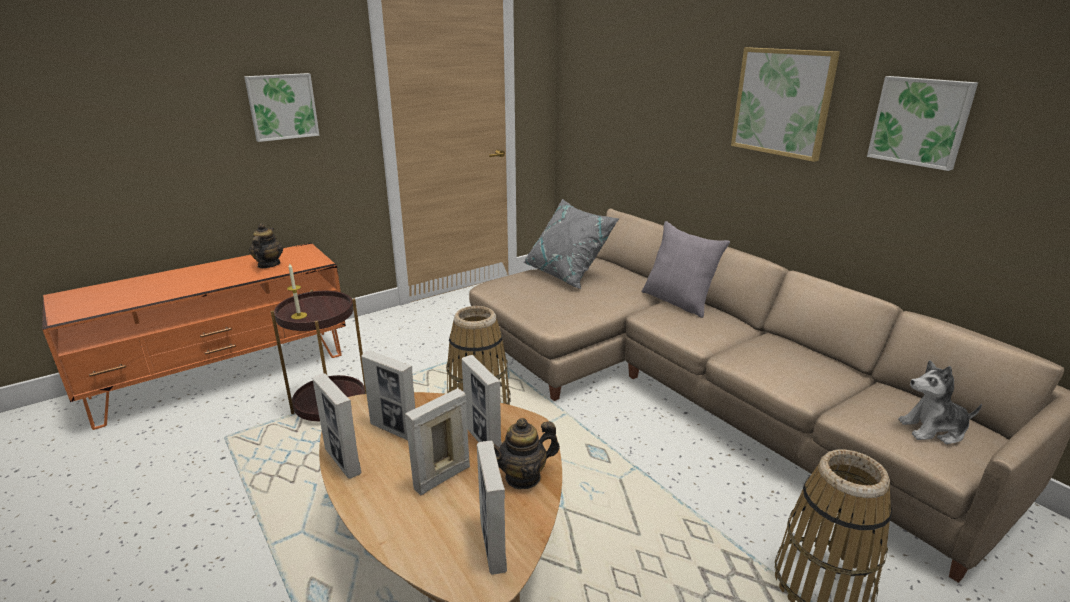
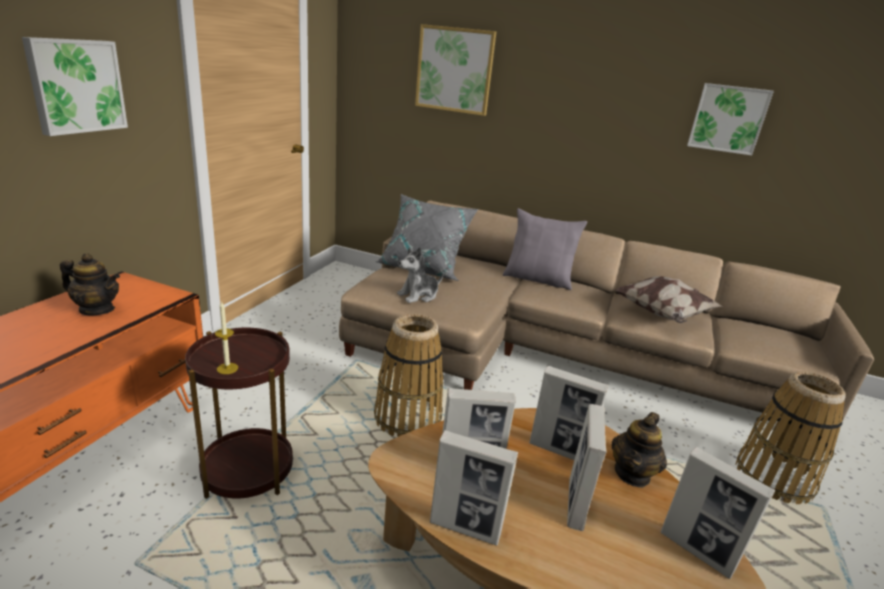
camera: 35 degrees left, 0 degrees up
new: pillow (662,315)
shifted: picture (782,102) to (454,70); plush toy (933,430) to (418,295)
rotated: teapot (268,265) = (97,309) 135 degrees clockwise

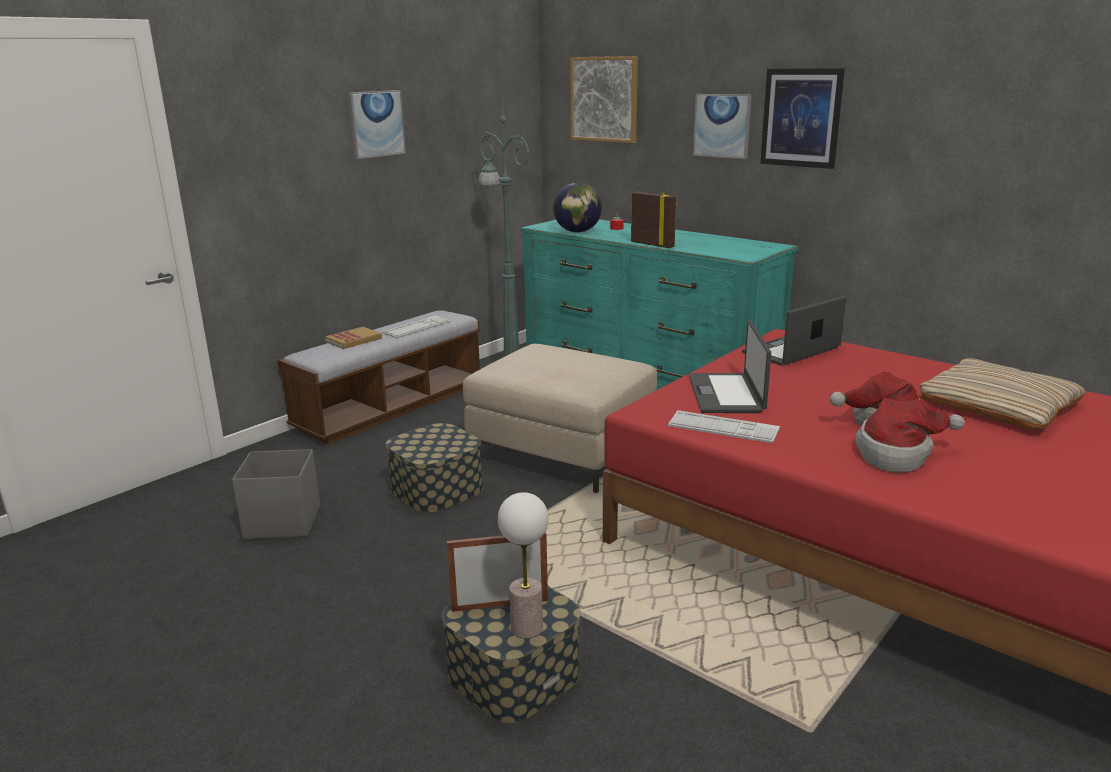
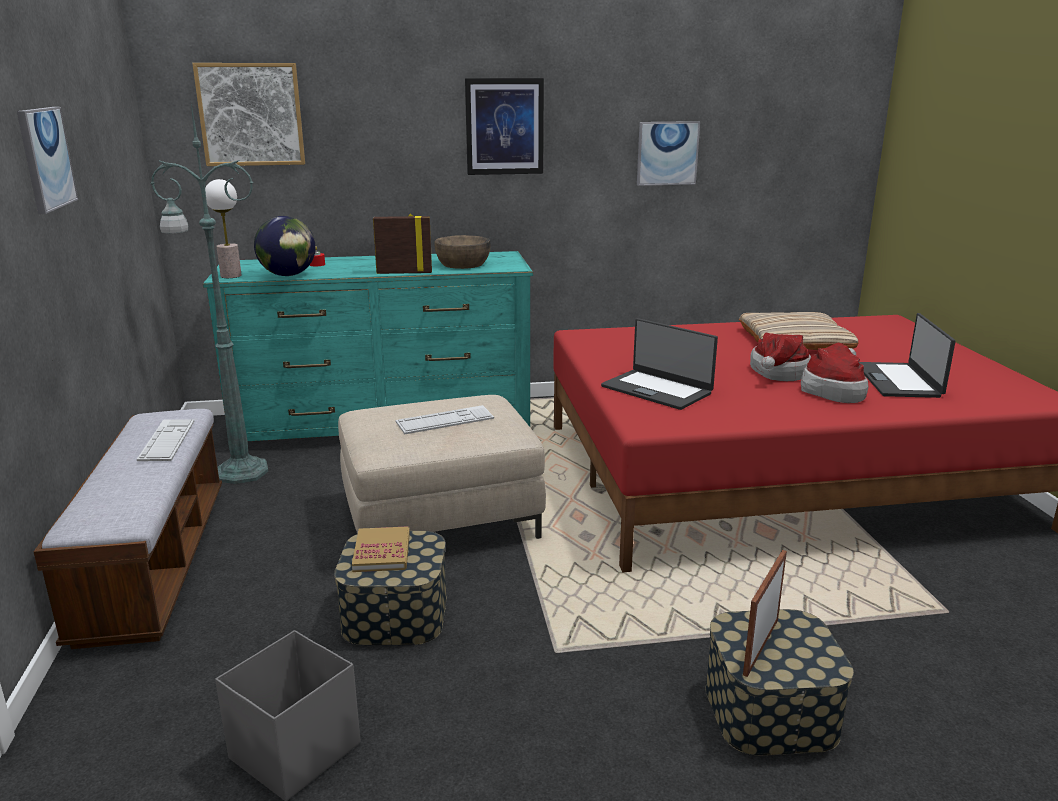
camera: 50 degrees left, 0 degrees up
new: bowl/brown (463,264)
shifted: book (354,340) to (382,552); table lamp (526,628) to (230,276); keyboard (723,428) to (445,421); picture (722,126) to (667,153); laptop (792,351) to (899,381)

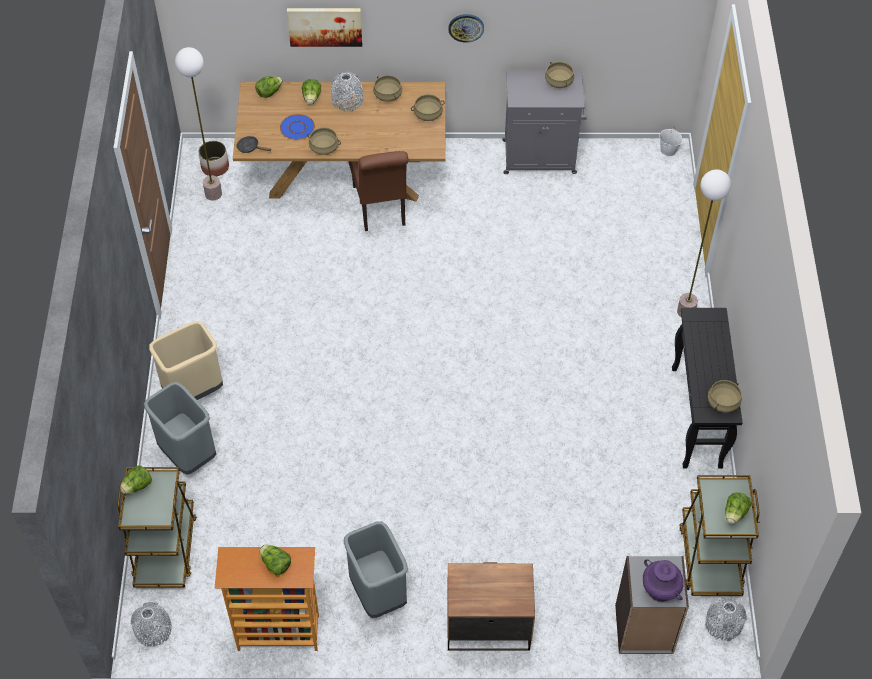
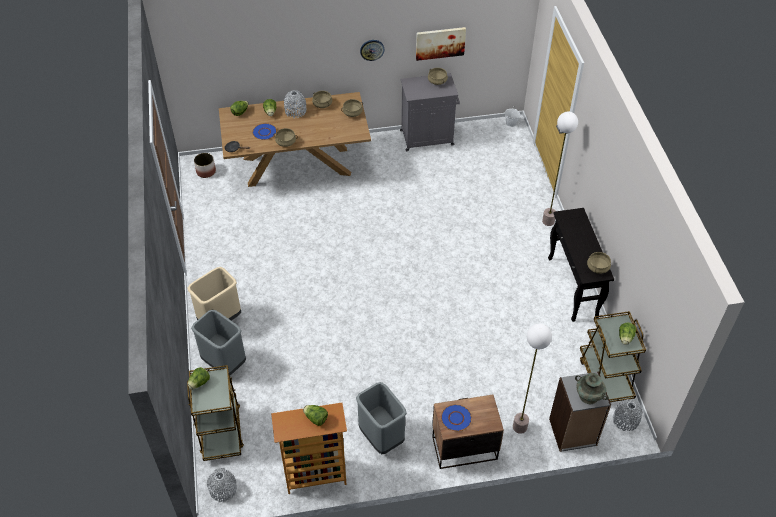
camera: 10 degrees left, 5 degrees down
gone: chair/brown (380,208)
new: plate/blue (456,418)
shifted: floor lamp (213,193) to (519,426); picture (325,26) to (440,43)
repainted: vase/purple (660,589) to vase/turquoise (589,396)

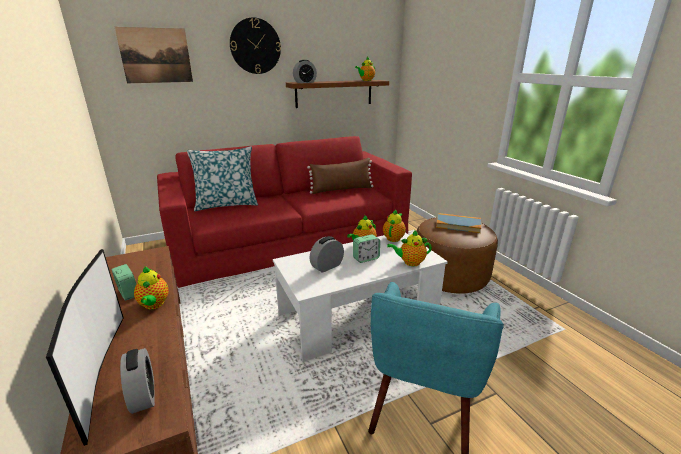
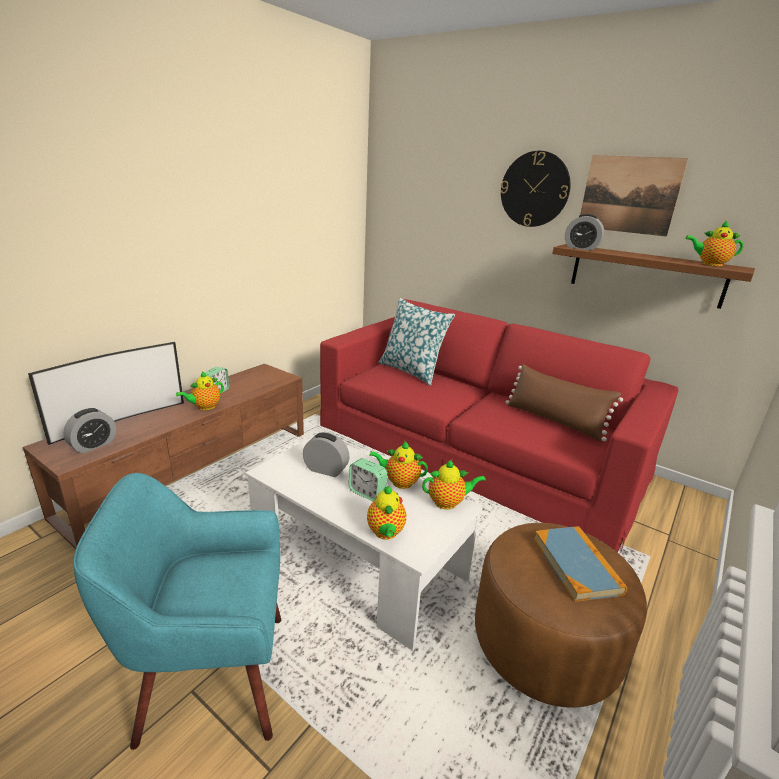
camera: 60 degrees right, 0 degrees up
shifted: picture (156,55) to (629,195)
rotated: teapot (410,262) = (385,533) 150 degrees counterclockwise

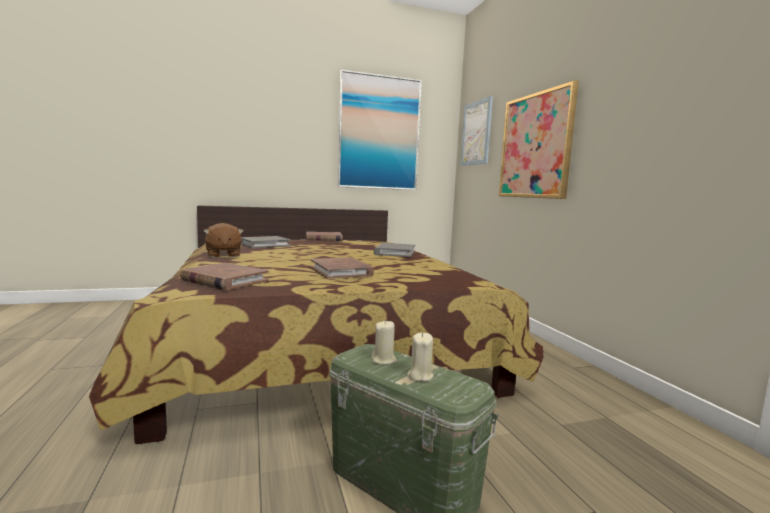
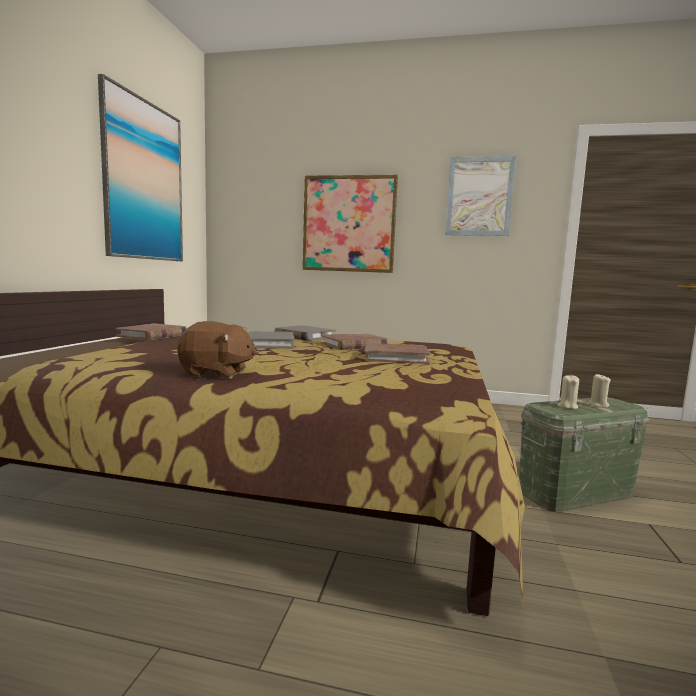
camera: 60 degrees left, 0 degrees up
shifted: book/brown (224,280) to (354,345); book/grey (265,244) to (270,343); picture (476,133) to (479,196)

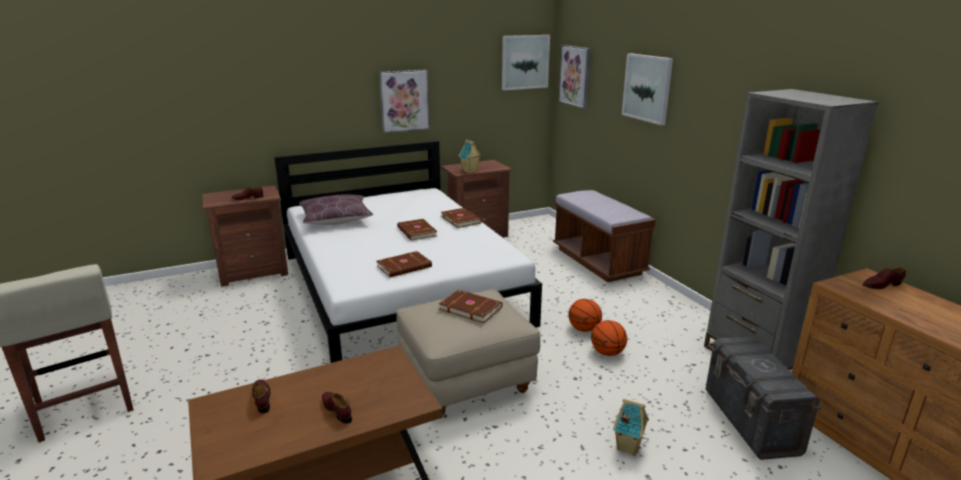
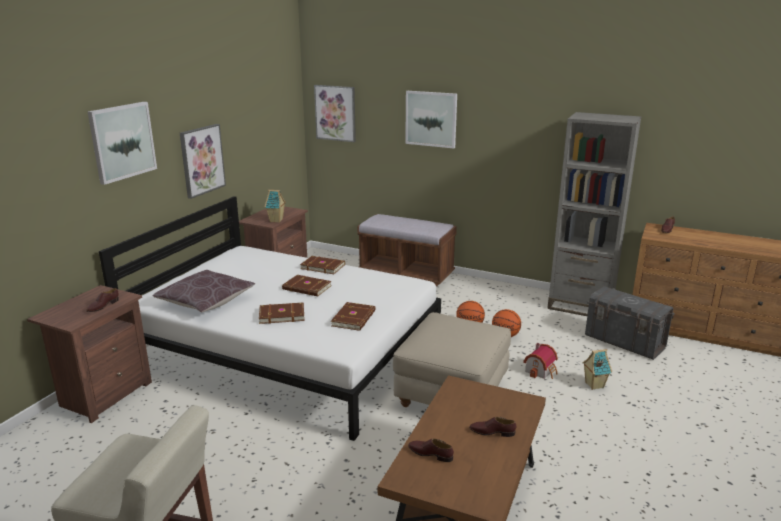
camera: 40 degrees left, 0 degrees up
new: toy house (541,371)
shifted: book/brown (470,308) to (281,315); picture (525,62) to (122,141)

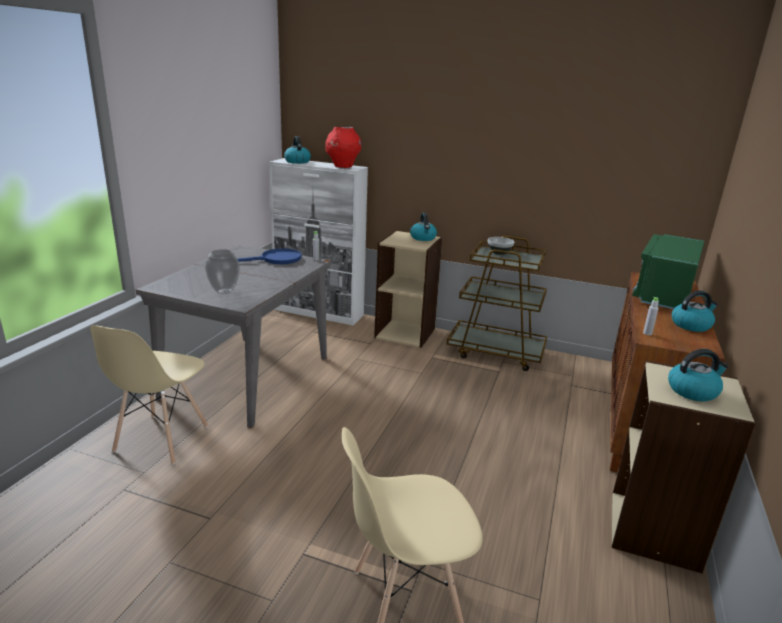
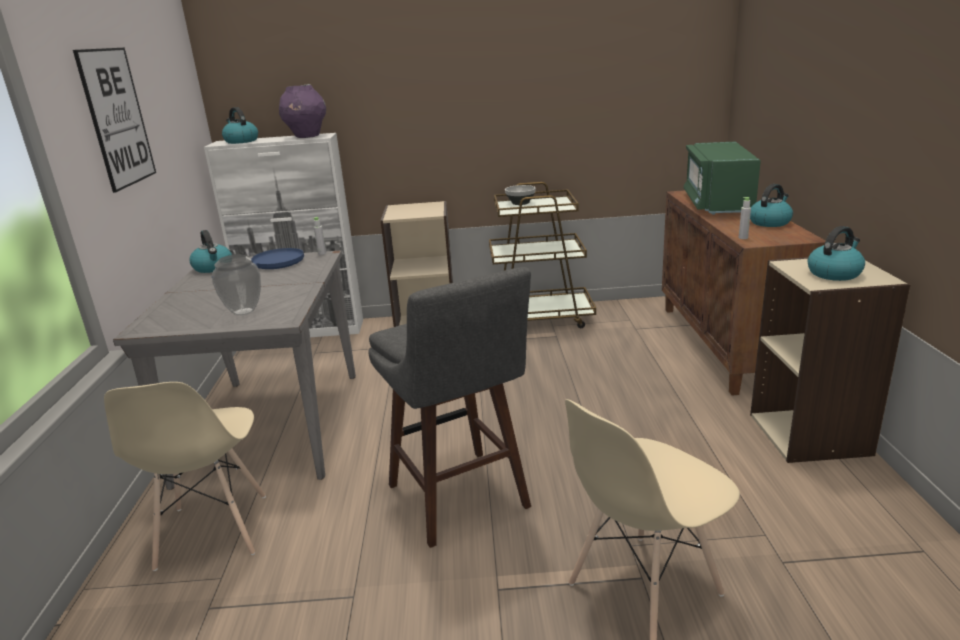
camera: 20 degrees left, 0 degrees up
new: picture (117,118); stool/grey (461,500)
shifted: kettle (423,238) to (213,267)
repainted: vase/red (342,166) to vase/purple (306,136)

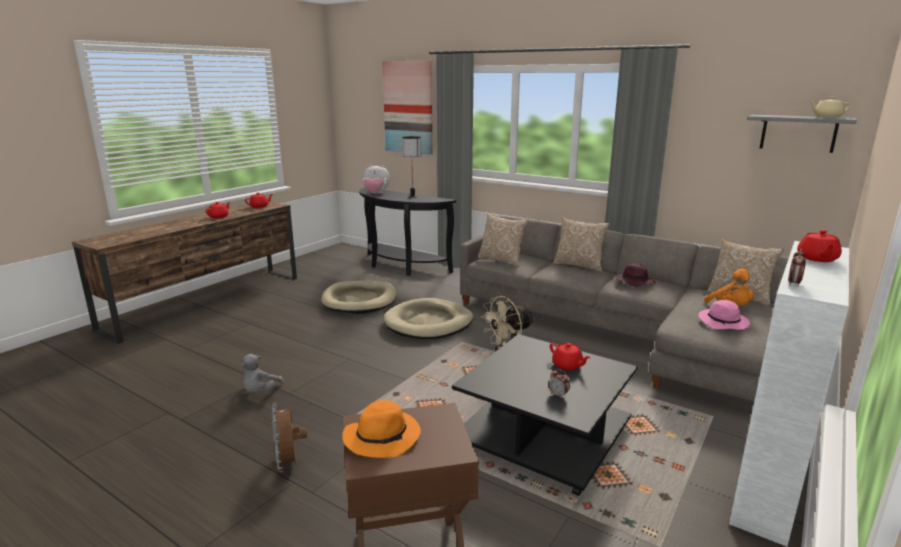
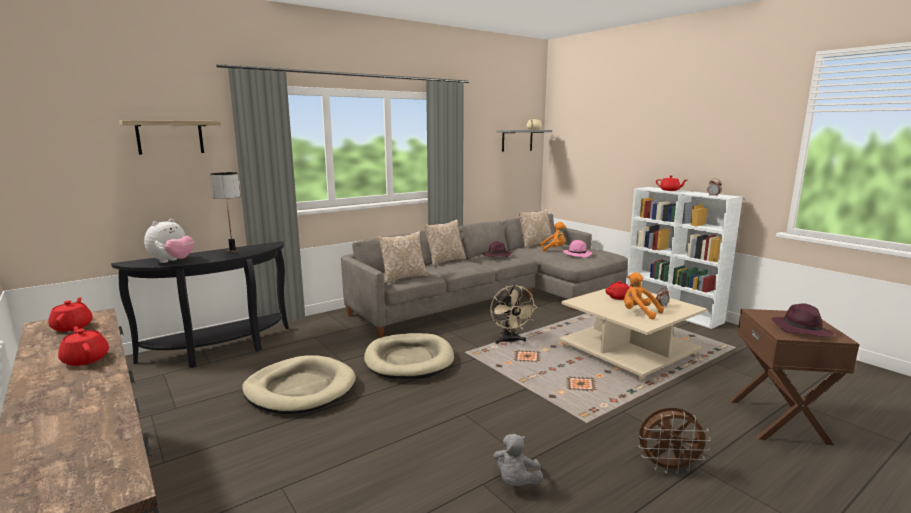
camera: 70 degrees left, 5 degrees down
new: plush toy/orange (638,313)
swapped: picture (408,107) to shelf (170,137)
repainted: hat/orange (383,437) to hat/purple (800,330); coffee table/black (545,436) to coffee table/beige (628,351)
rotated: plush toy/grey (260,392) = (516,482) 75 degrees clockwise

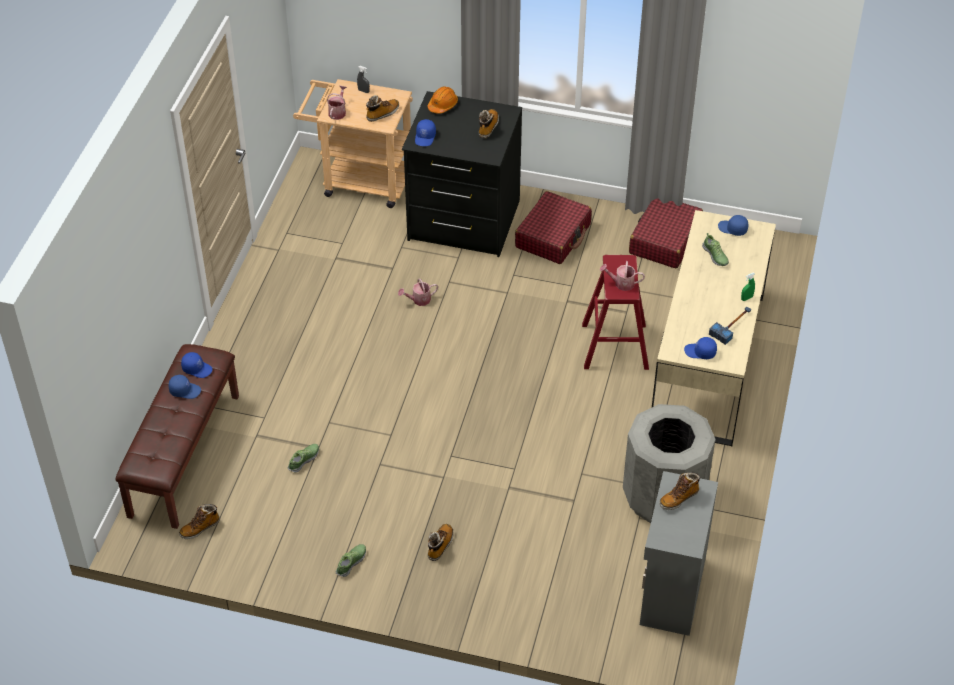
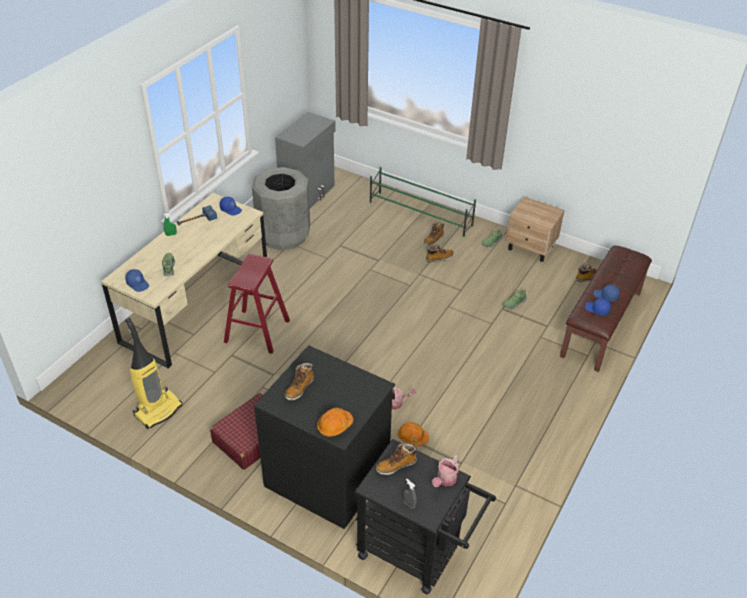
camera: 165 degrees left, 5 degrees down
gone: cap/blue (425,137); watering can (621,283)
new: shoe rack/green (420,214); hard hat/orange (412,437); nightstand/beige (531,248)
shifted: boot (679,498) to (439,258)
swapped: suitcase/red (664,240) to vacuum cleaner (158,410)
repainted: cart/beige (359,180) to cart/black (417,553)

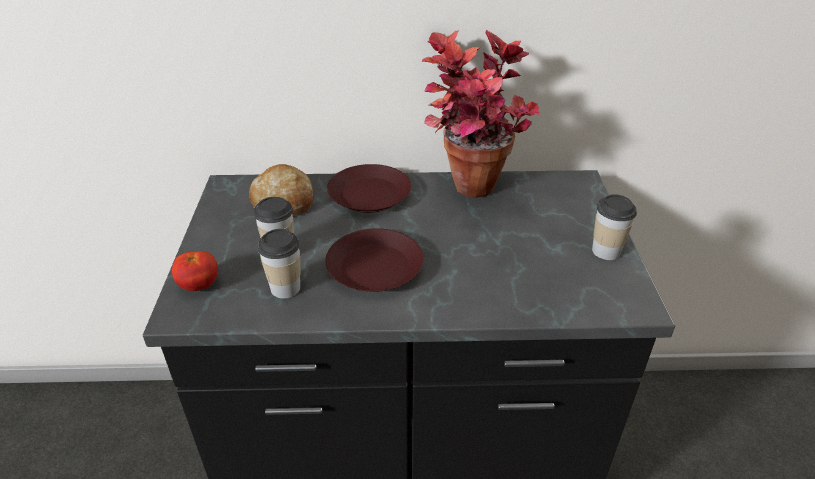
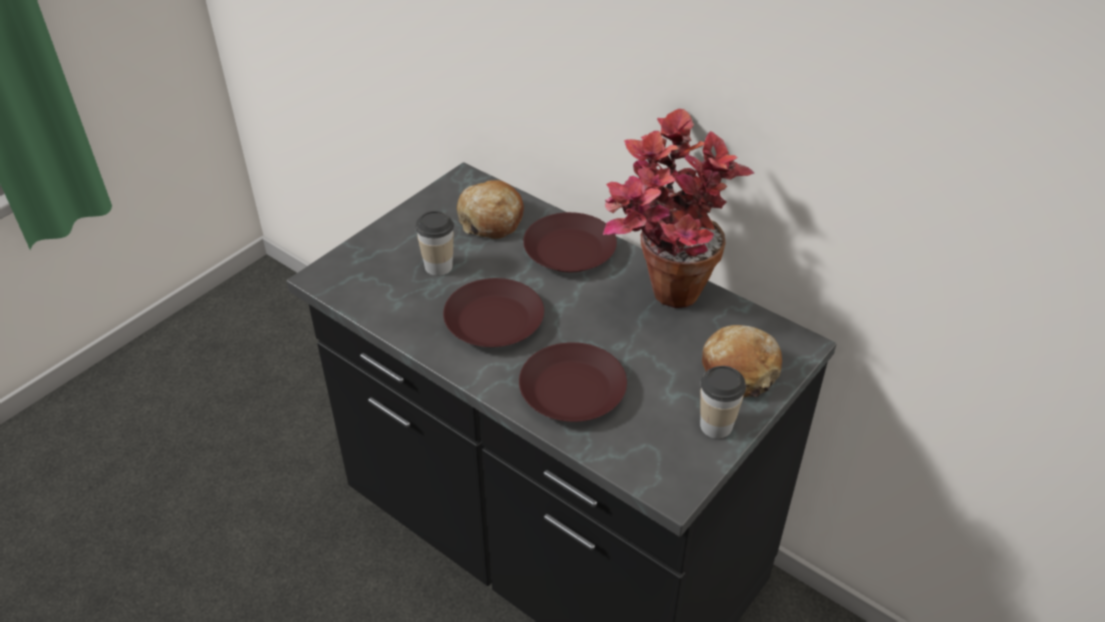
camera: 40 degrees right, 5 degrees up
gone: tomato (199,285); cup (285,288)
new: plate/brown (571,390); bread (739,371)

